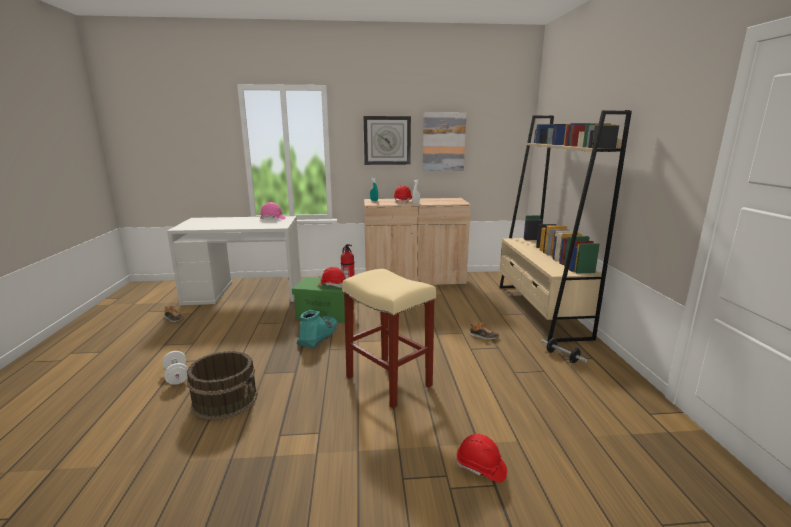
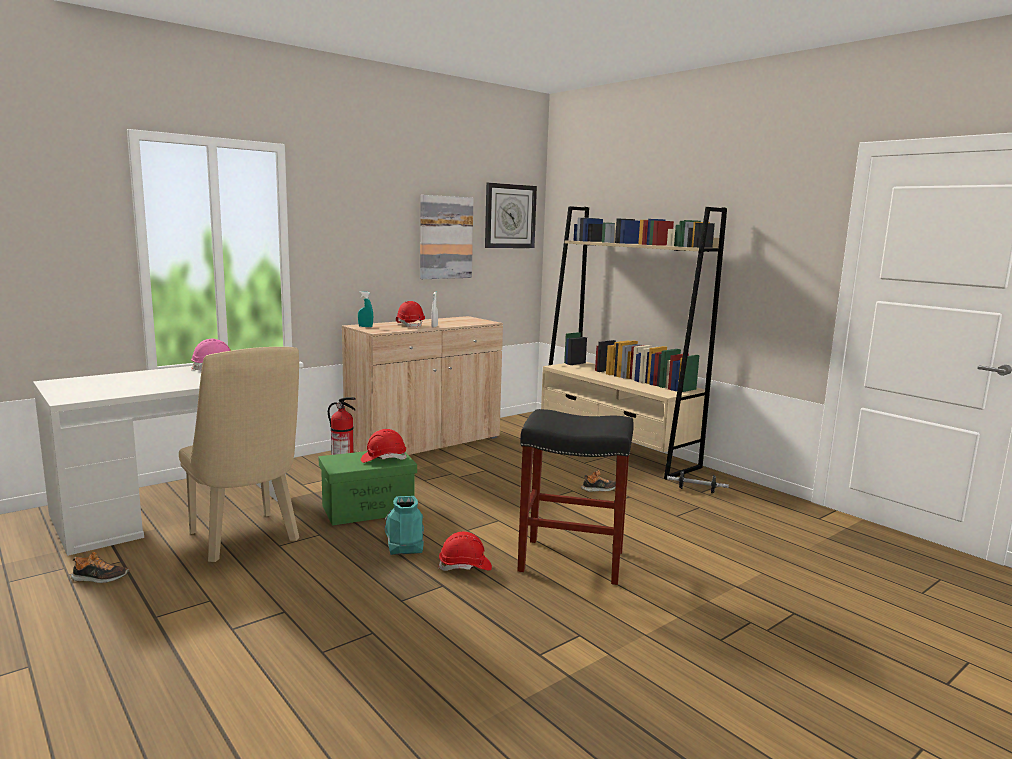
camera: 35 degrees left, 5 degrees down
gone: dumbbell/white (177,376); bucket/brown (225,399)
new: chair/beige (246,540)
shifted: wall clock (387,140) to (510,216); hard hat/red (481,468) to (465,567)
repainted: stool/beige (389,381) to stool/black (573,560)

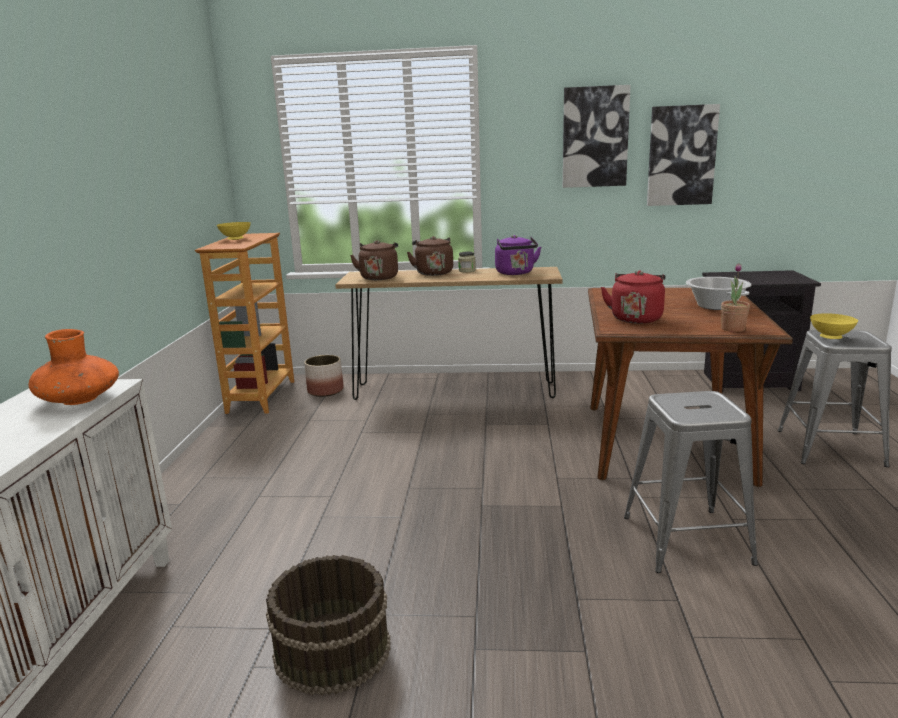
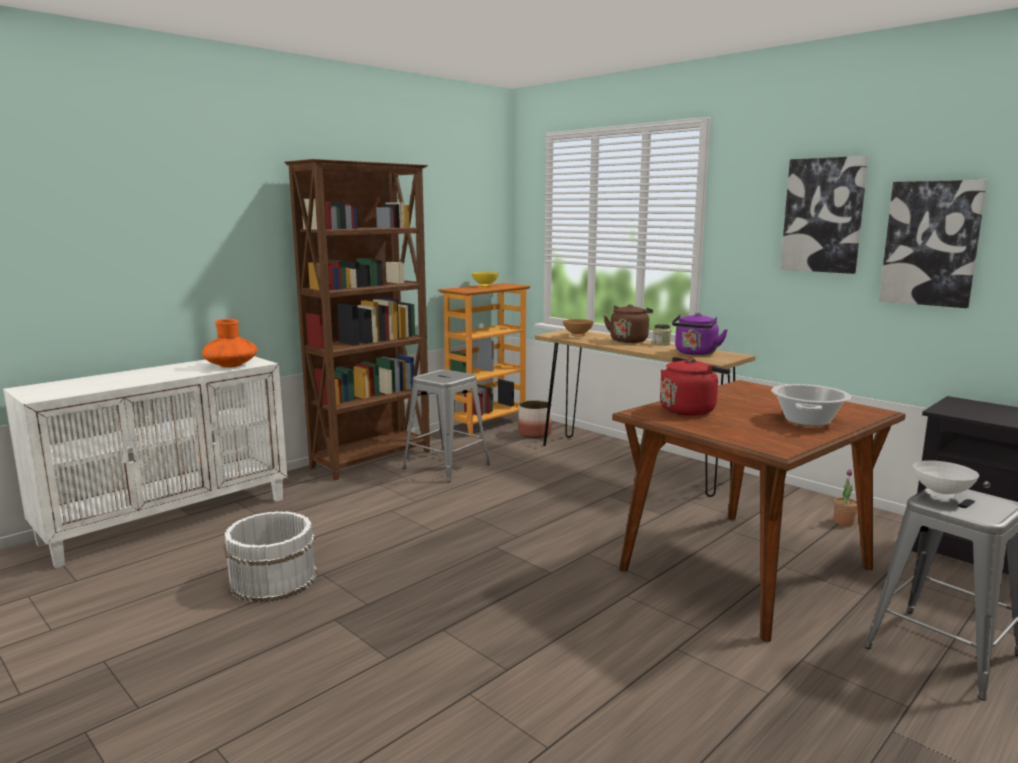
camera: 40 degrees right, 5 degrees down
new: bookcase/brown (373,460)
shifted: stool/grey (686,539) to (447,466); potted plant (733,329) to (843,522)
swapped: kettle/brown (379,277) to bowl/brown (578,336)
repainted: bucket/brown (331,650) to bucket/white (271,579); bowl/yellow (831,338) to bowl/white (941,496)

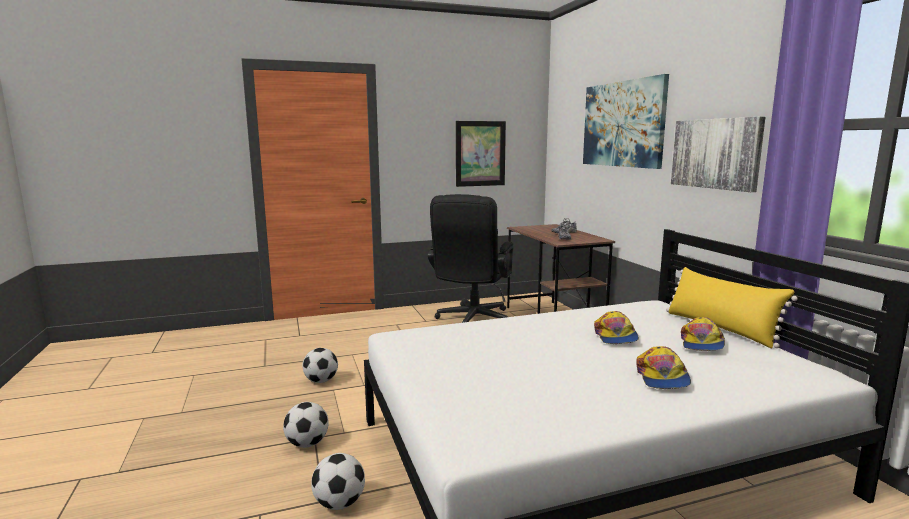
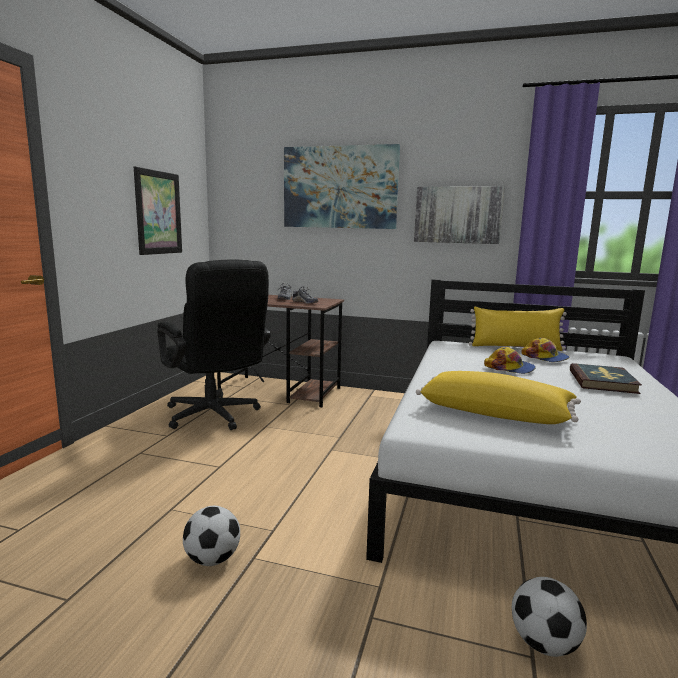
camera: 55 degrees left, 0 degrees up
gone: football (307,444)
new: pillow/yellow (495,413)
swapped: cap (662,377) to book (603,381)

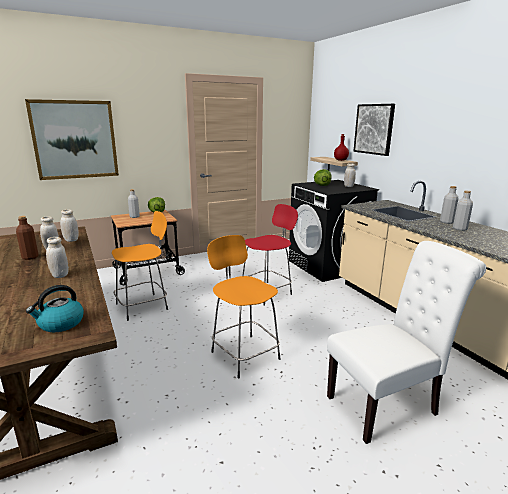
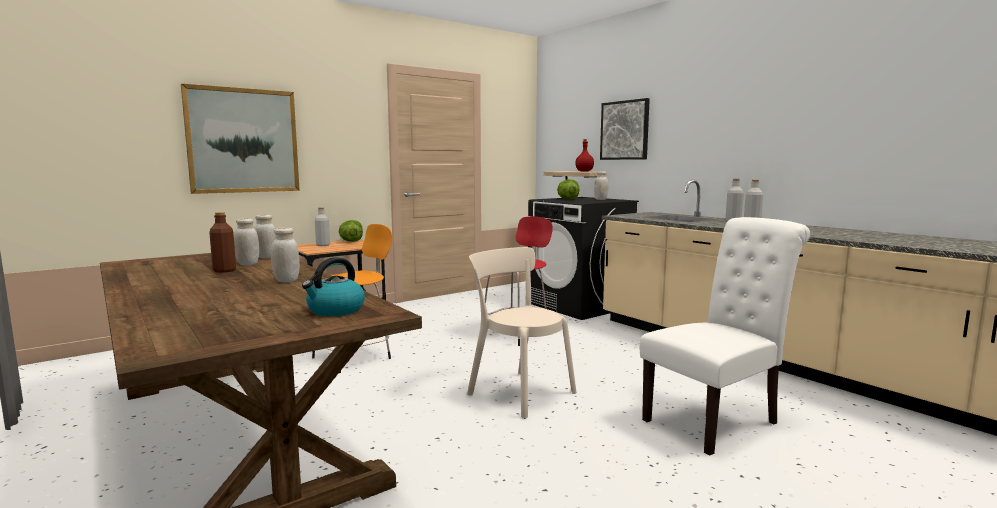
camera: 10 degrees left, 10 degrees down
swapped: stool/orange (244,354) to chair/beige (518,392)

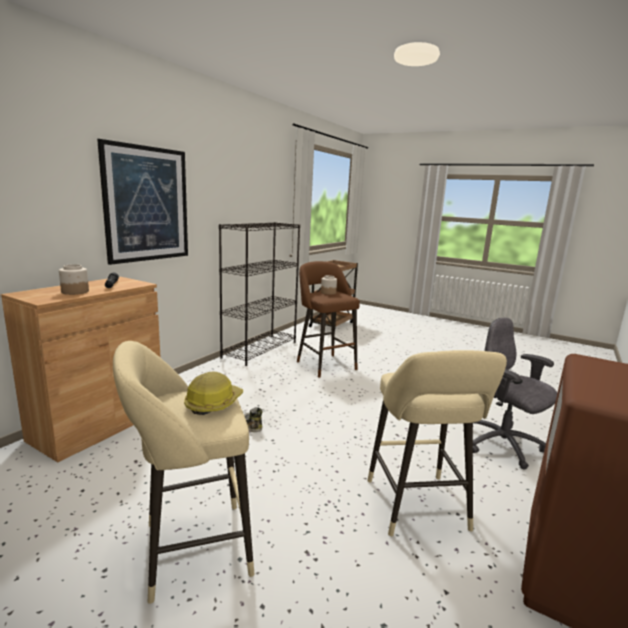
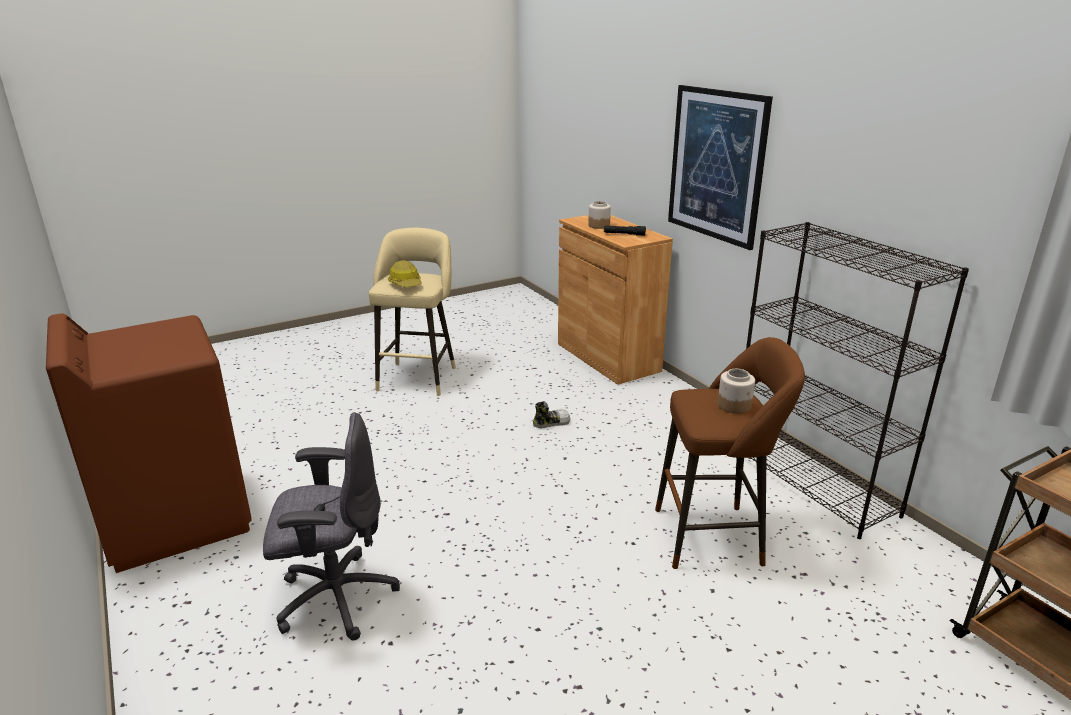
camera: 120 degrees right, 10 degrees up
gone: stool/beige (418,508)

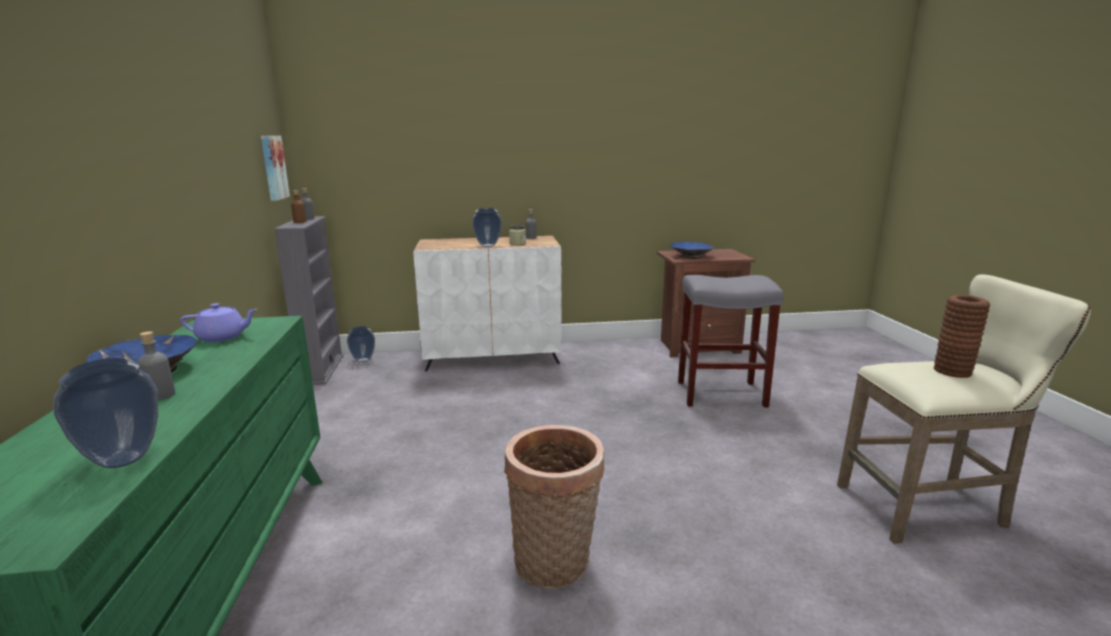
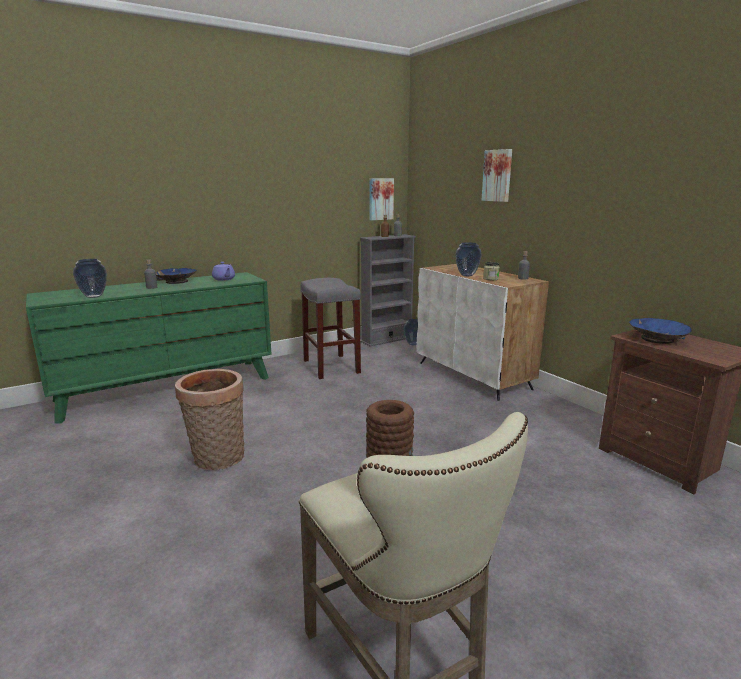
camera: 65 degrees right, 0 degrees up
new: picture (498,175)
shifted: stool/grey (722,393) to (332,367)

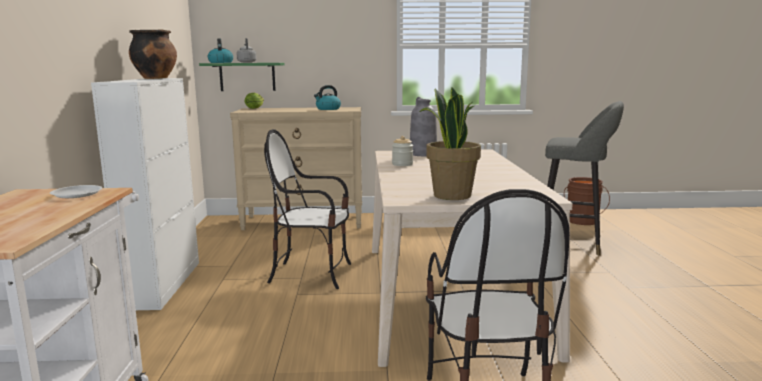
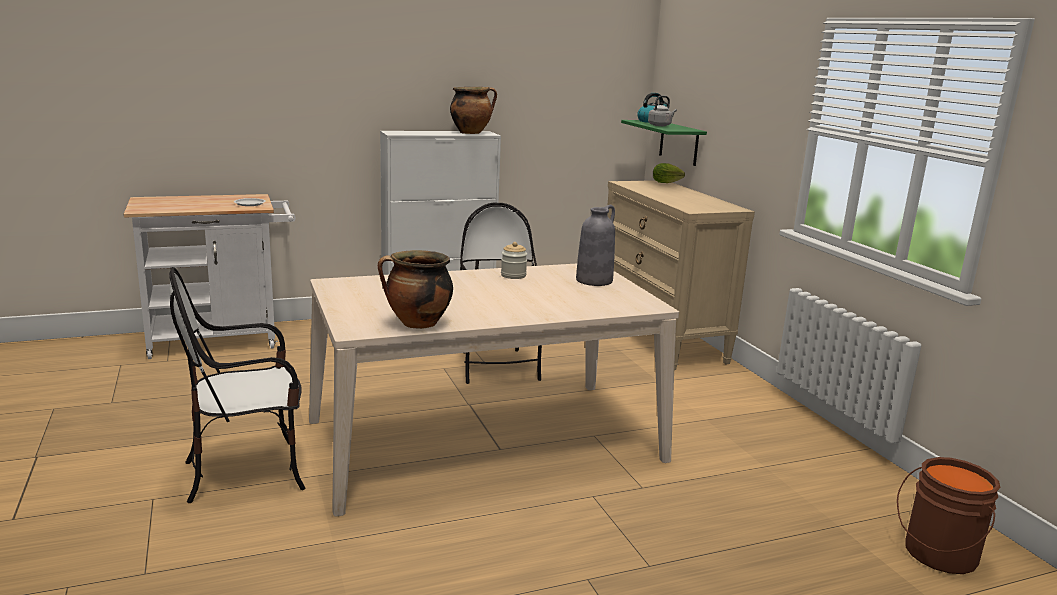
camera: 70 degrees right, 5 degrees up
gone: kettle (328,109); potted plant (451,195); stool/grey (574,243)
new: cooking pot (417,324)

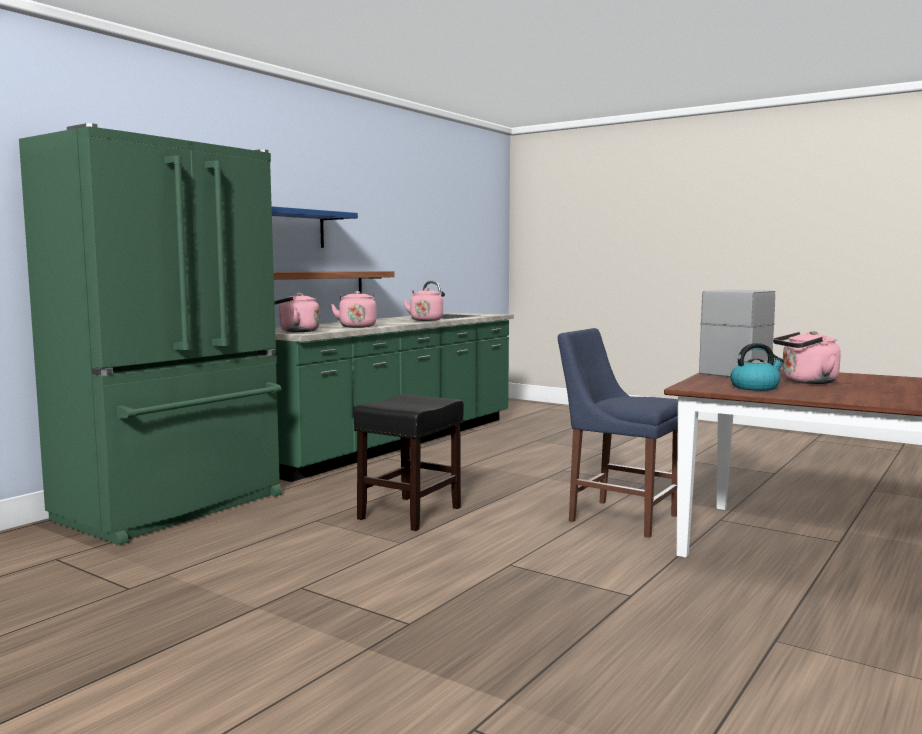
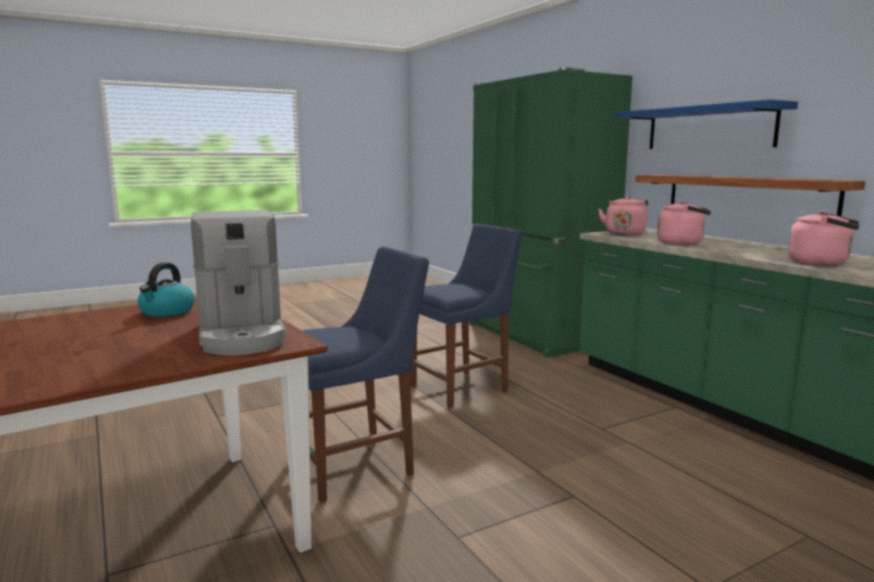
camera: 115 degrees right, 5 degrees up
gone: kettle/pink (806,382)
swapped: stool/black (410,513) to chair/blue (463,388)

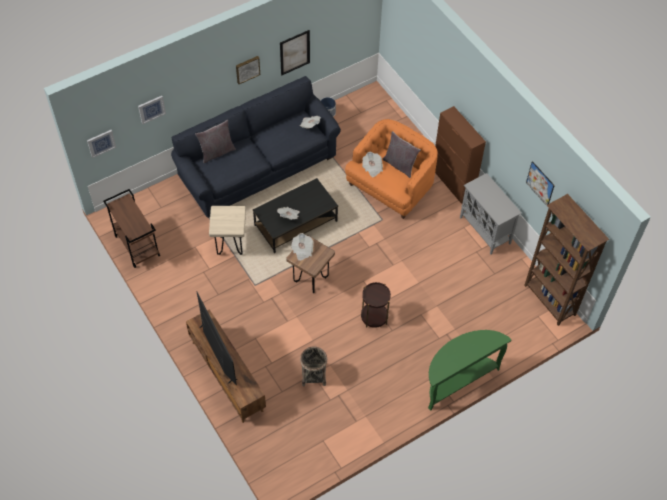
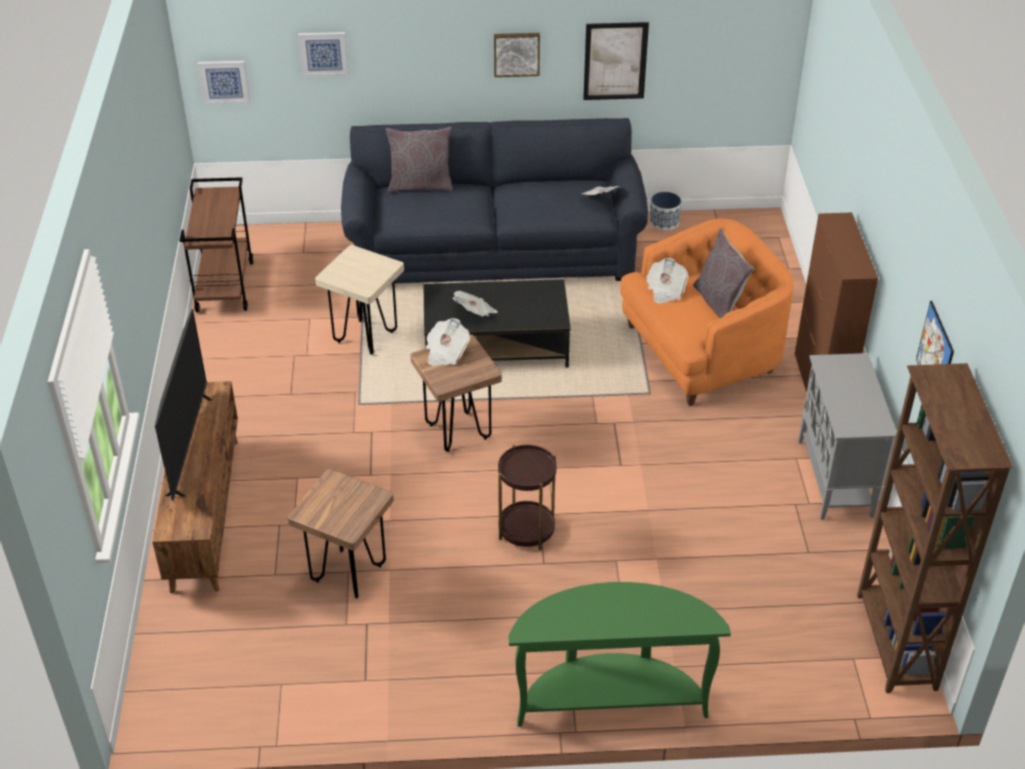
camera: 30 degrees right, 15 degrees down
swapped: basket (313,375) to stool/brown (348,573)

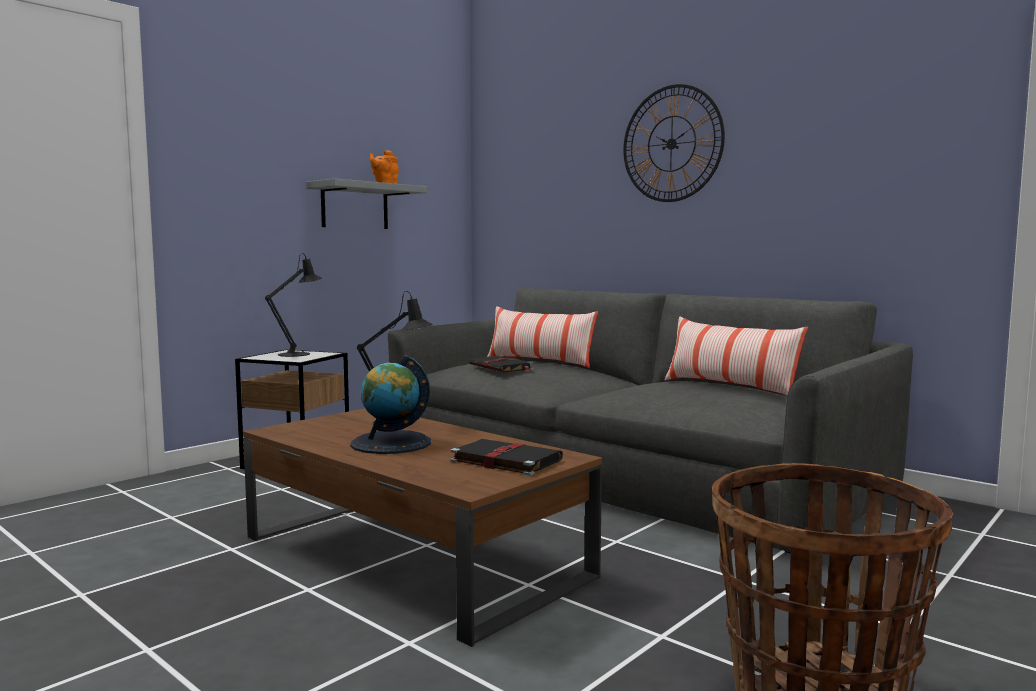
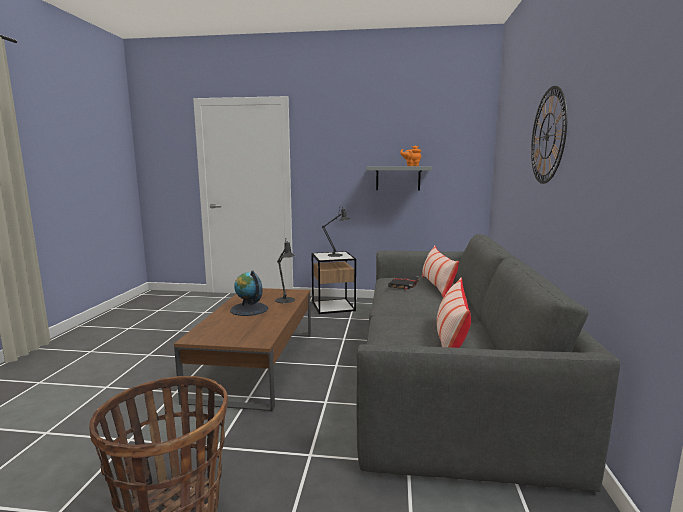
camera: 55 degrees right, 5 degrees up
gone: book/black (504,460)

